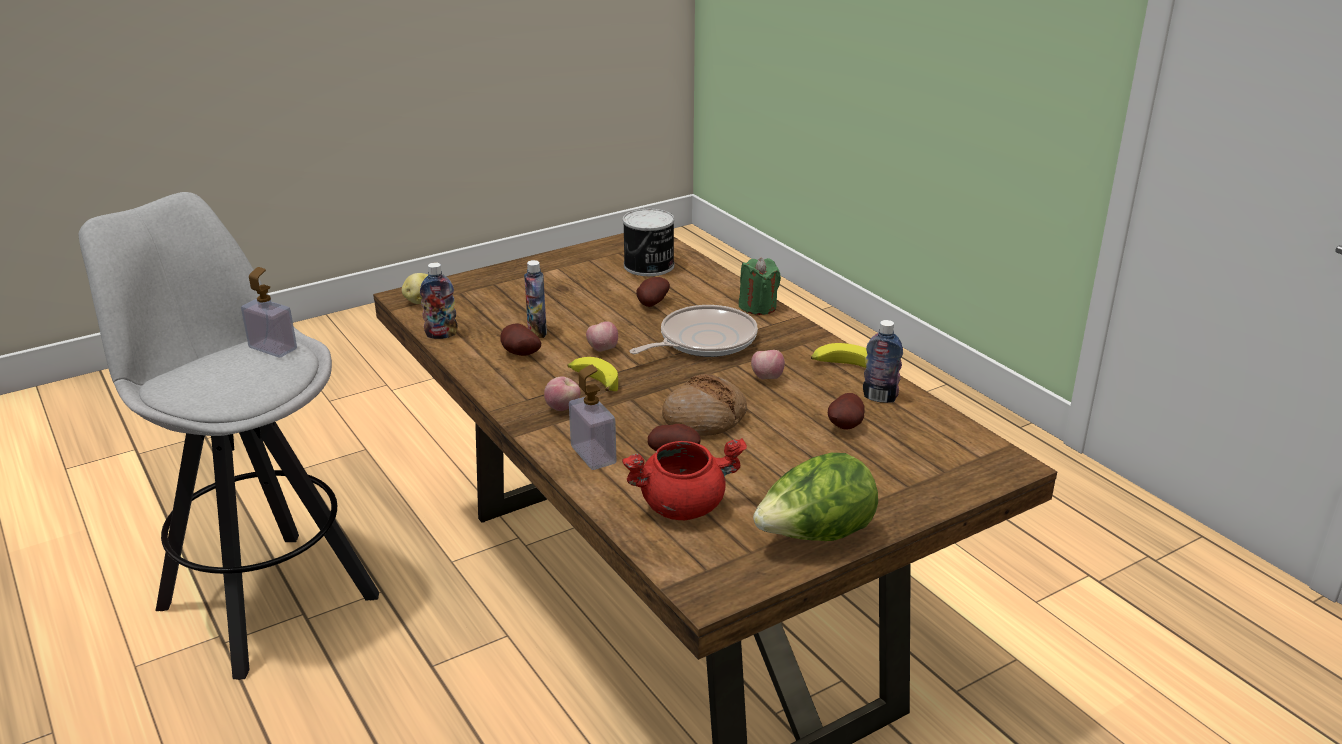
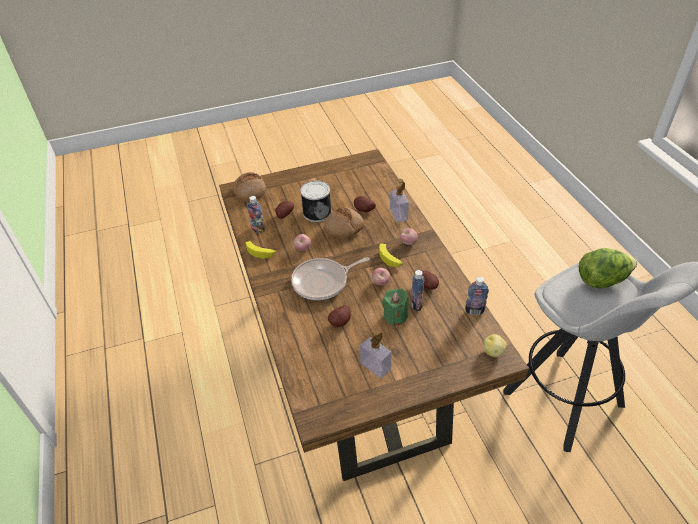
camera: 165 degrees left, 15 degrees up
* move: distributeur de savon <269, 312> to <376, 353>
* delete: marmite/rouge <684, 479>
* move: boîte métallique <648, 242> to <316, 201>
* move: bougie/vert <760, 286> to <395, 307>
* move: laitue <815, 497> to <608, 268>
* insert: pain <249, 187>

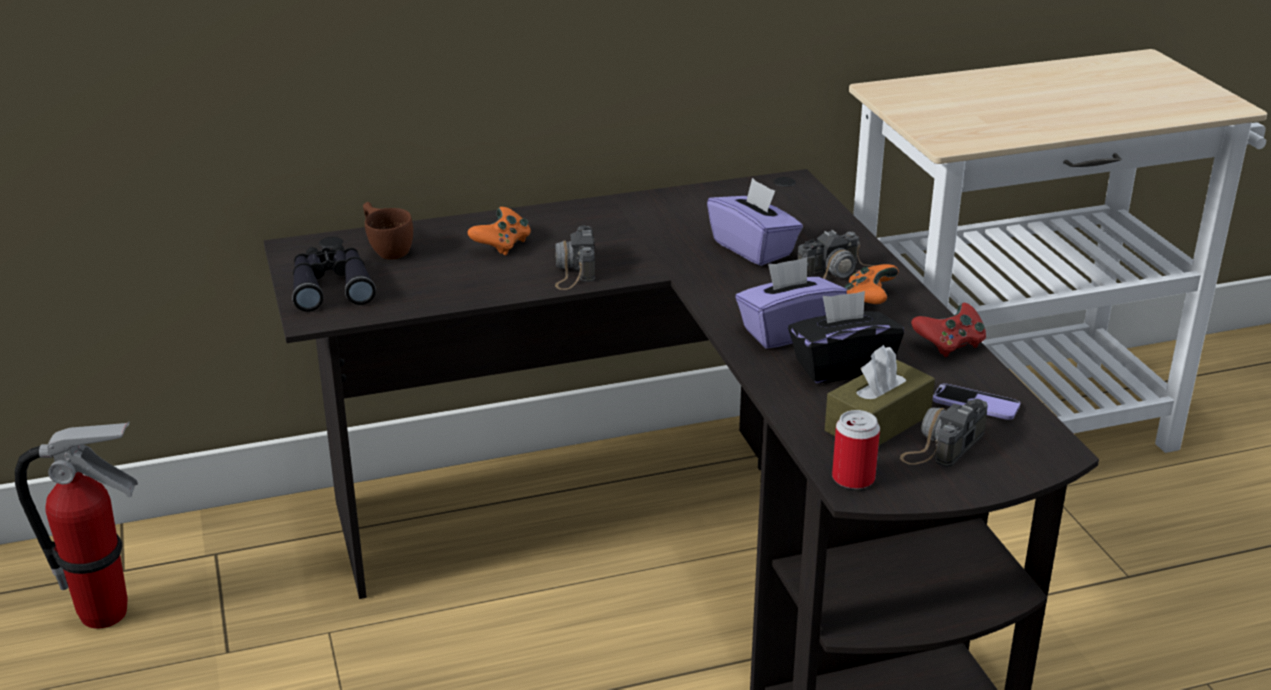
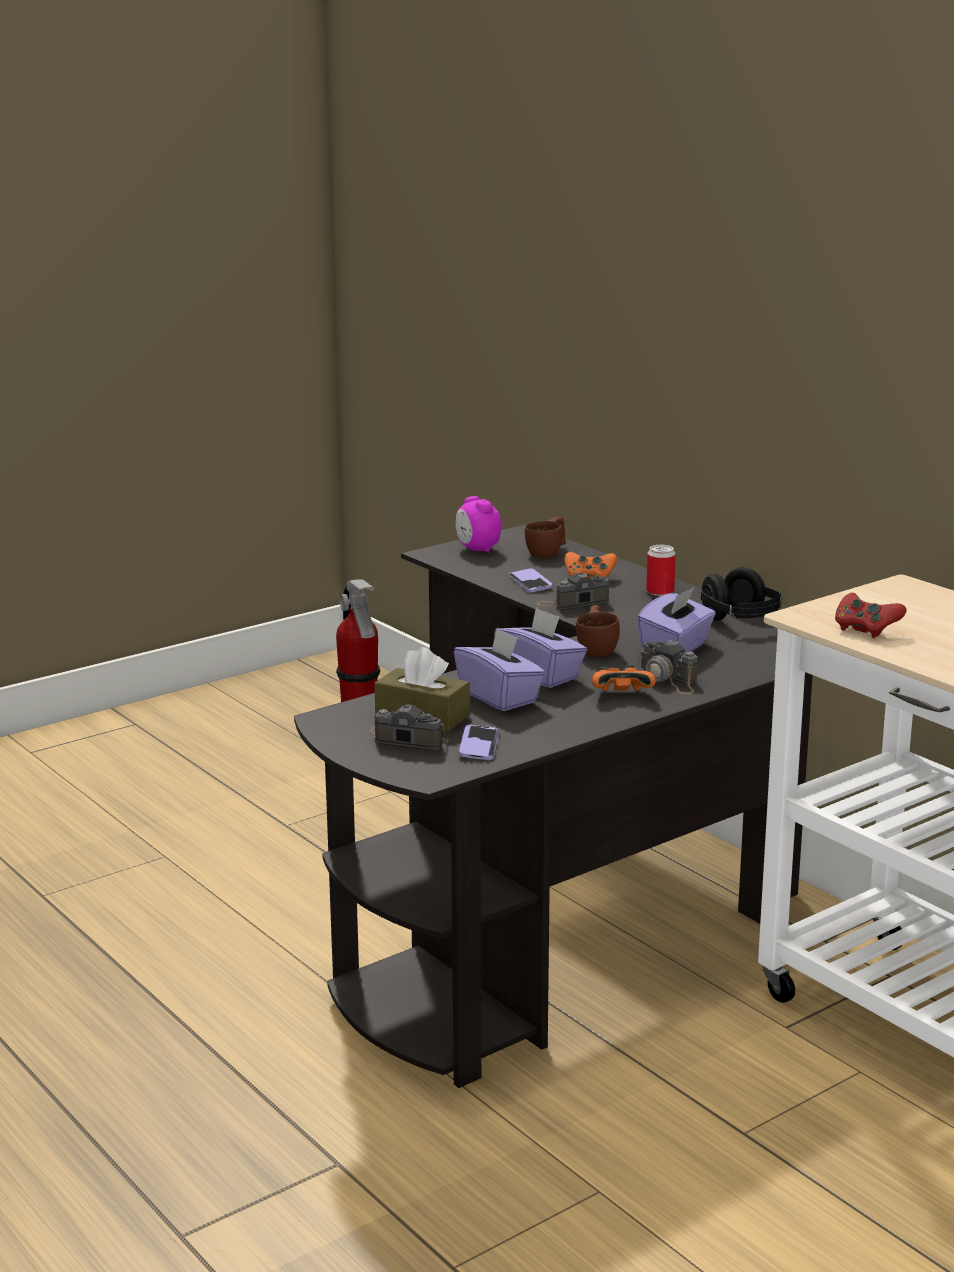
camera: 70 degrees right, 10 degrees down
* replace: jumelles/noir <334, 278> to réveil <478, 524>
* recolor: boîte à mouchoirs/noir <846, 337> to boîte à mouchoirs/violet <500, 669>
* move: boîte métallique <856, 449> to <661, 570>
* move: manette/rouge <948, 330> to <871, 615>
* insert: téléphone <530, 580>
* insert: tasse/marron <598, 631>
* insert: casque audio/noir <740, 594>

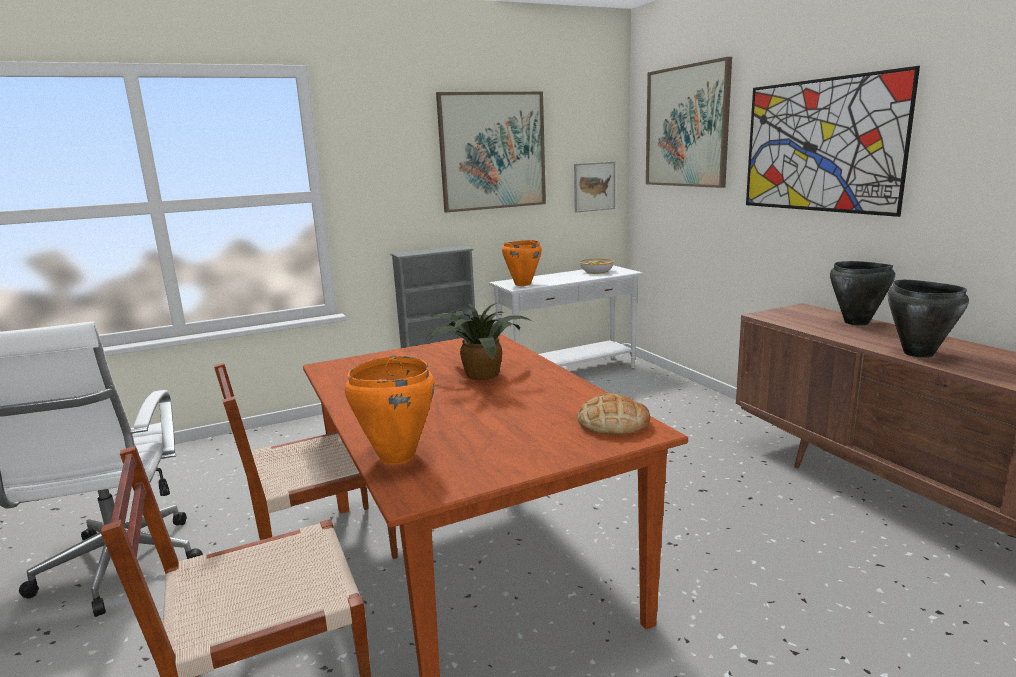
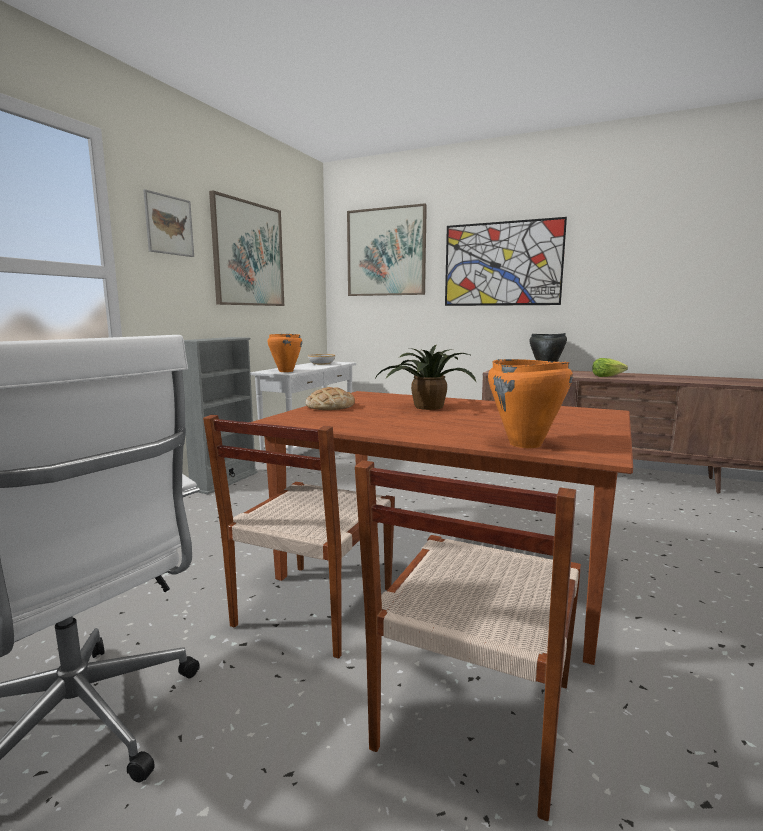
camera: 40 degrees left, 5 degrees down
* move: tableau <594, 187> to <168, 223>
* move: pain <614, 414> to <330, 398>
* replace: marmite/noir <928, 319> to laitue <610, 367>

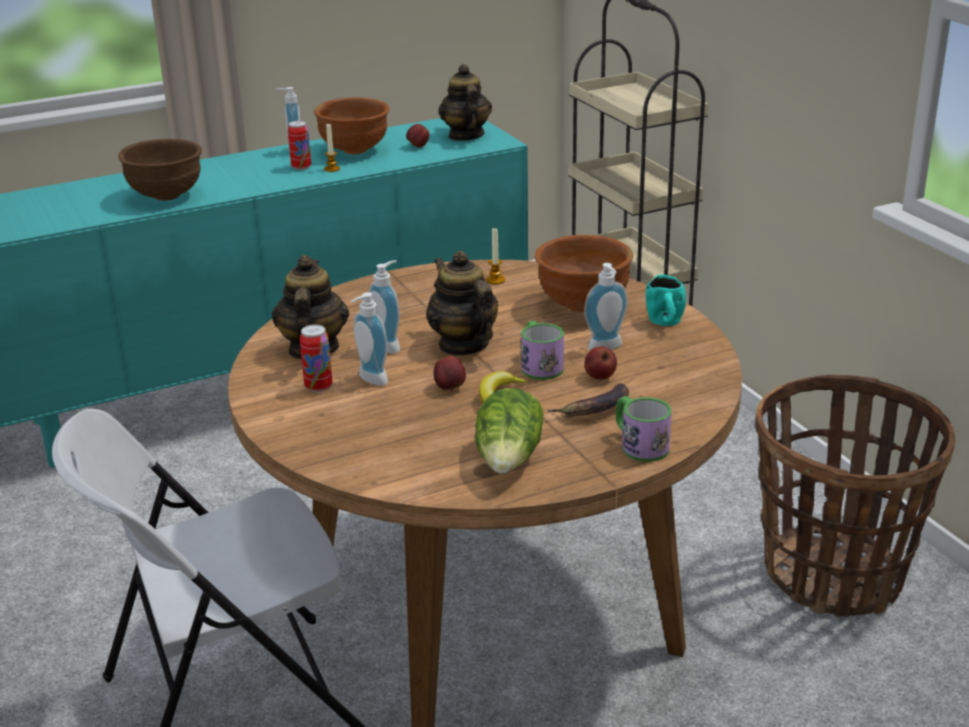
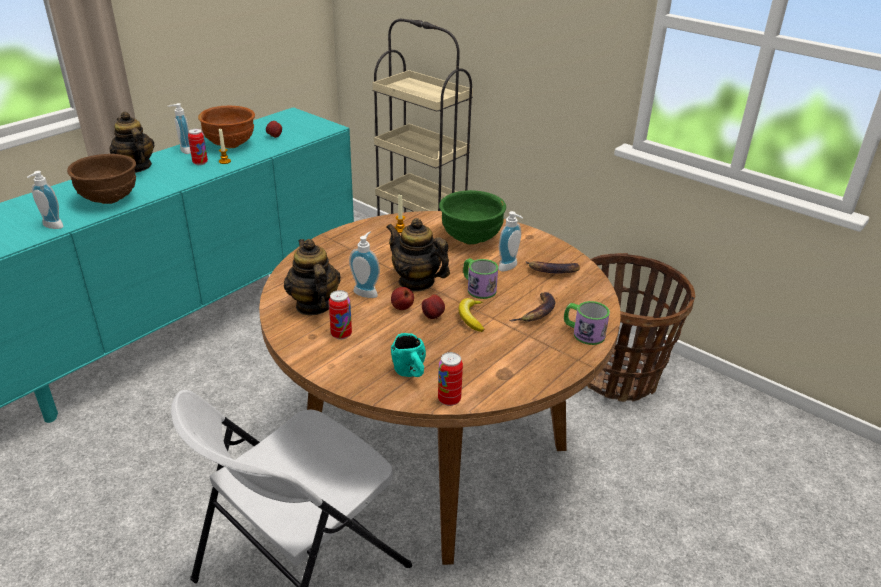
camera: 25 degrees left, 5 degrees up
* move: distributeur de savon <369, 339> to <45, 200>
* move: théière <465, 102> to <132, 142>
* delete: laitue <509, 431>
* recolor: bol/marron <584, 273> to bol/vert <472, 217>
* move: pomme <600, 363> to <402, 298>
* move: mug/turquoise <666, 300> to <408, 355>
* insert: boîte métallique <450, 379>
* insert: banane <553, 267>

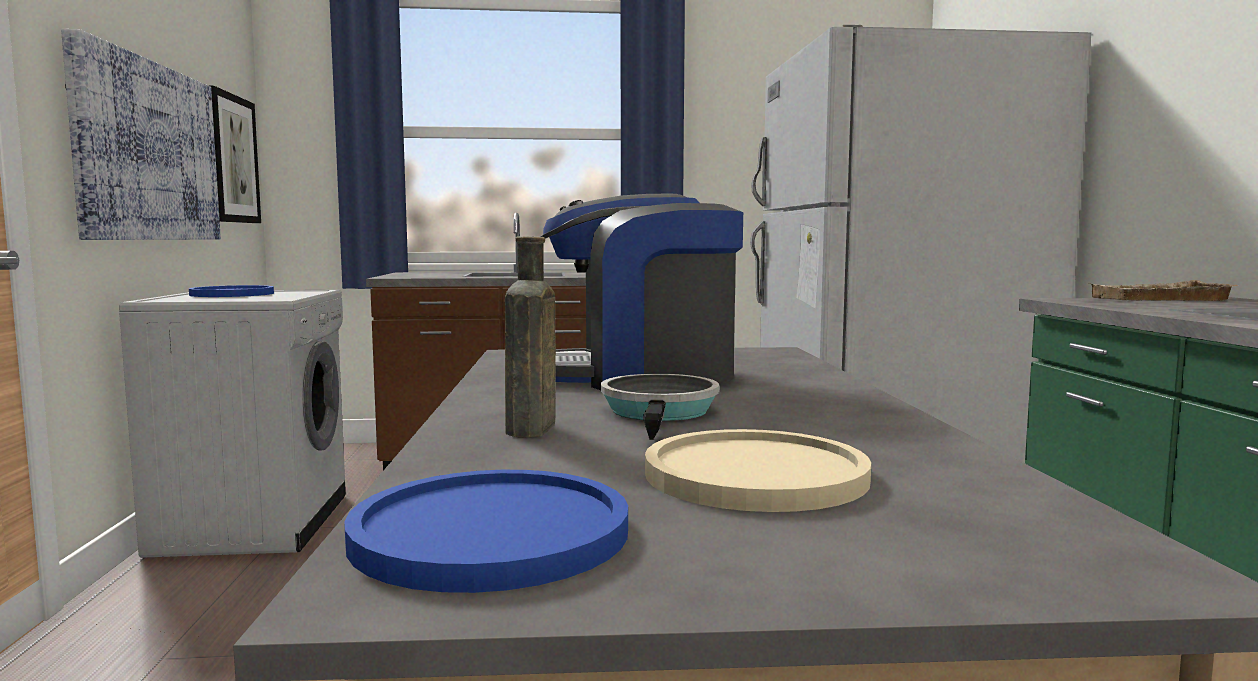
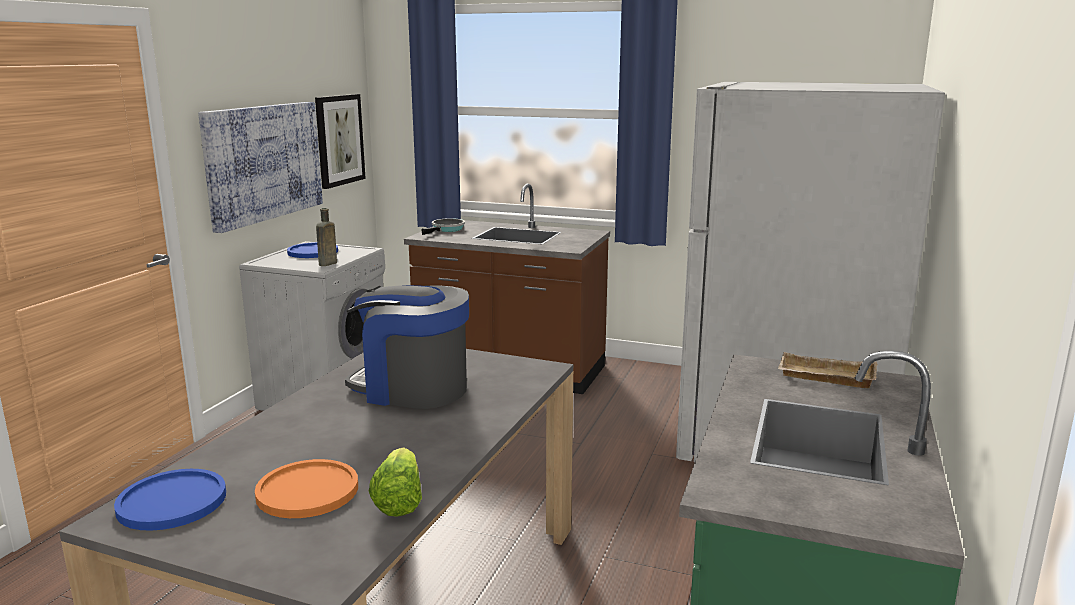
camera: 25 degrees right, 10 degrees up
* move: bouteille/marron <530, 337> to <326, 237>
* move: poêle <660, 407> to <443, 226>
* recolor: assiette/beige <758, 470> to assiette/orange <306, 488>
* insert: laitue <395, 482>

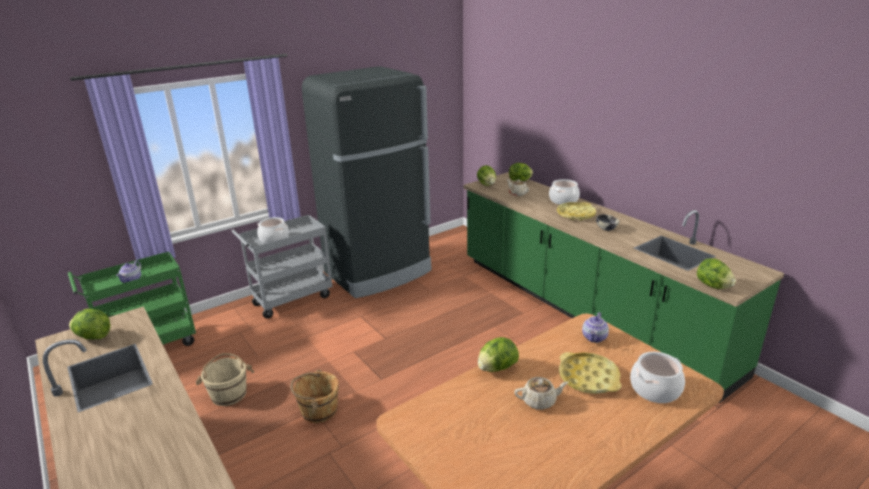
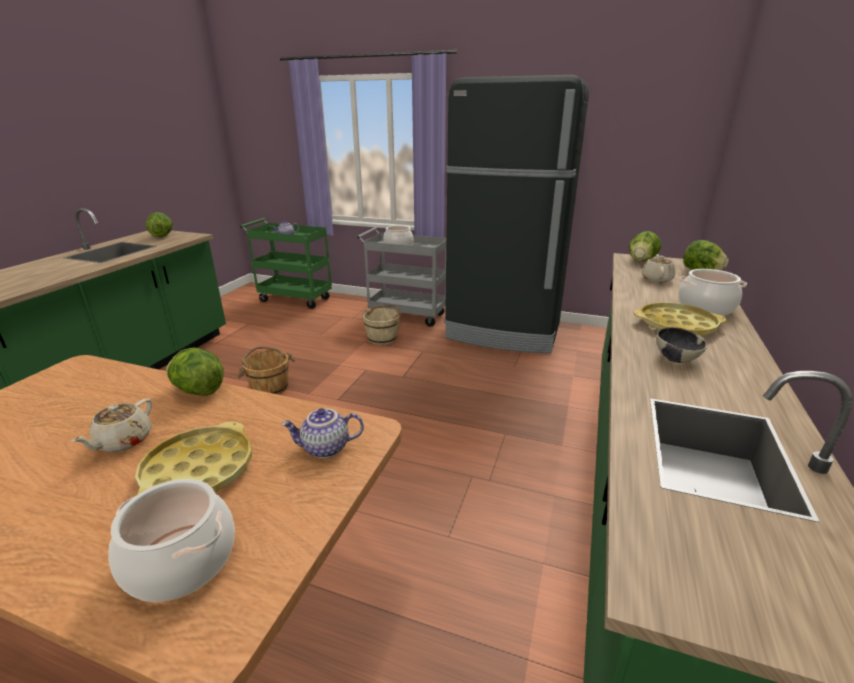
camera: 55 degrees right, 0 degrees up
* move: seau/beige <225, 379> to <381, 324>
* rotate: théière/beige <541, 393> = <111, 425> 60 degrees clockwise
* delete: laitue <716, 273>

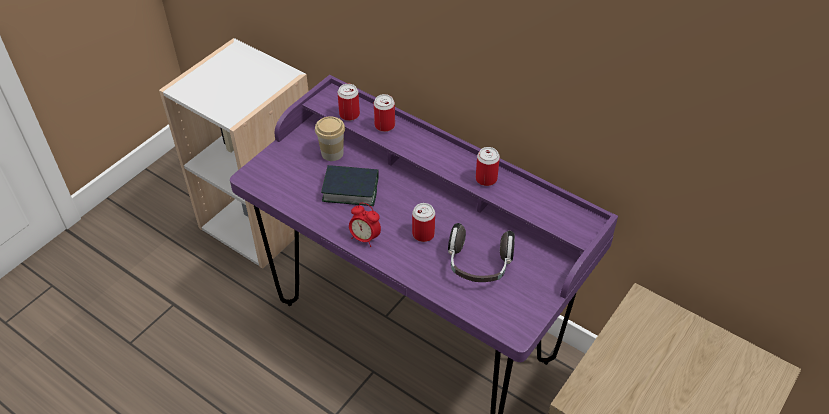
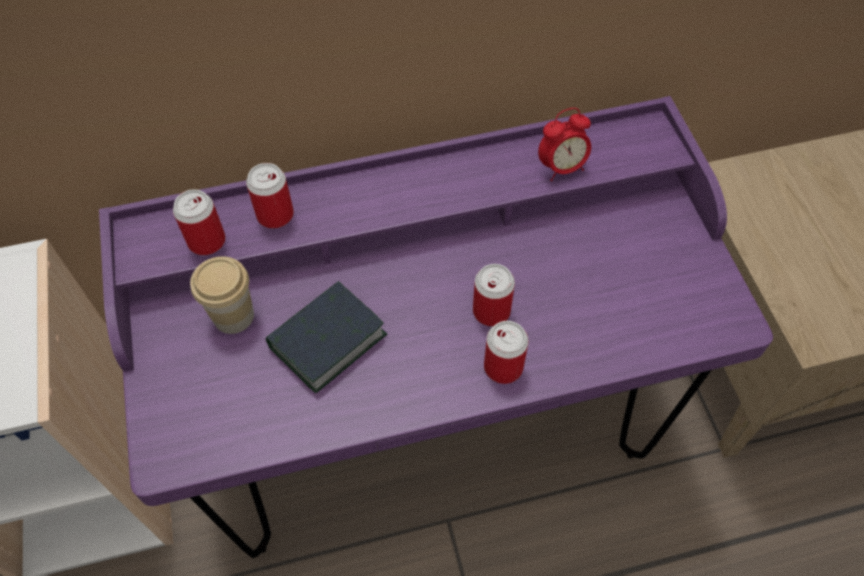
camera: 50 degrees left, 10 degrees up
* move: réveil <365, 225> to <564, 144>
* delete: casque audio <481, 252>
* move: boîte métallique <488, 166> to <506, 352>

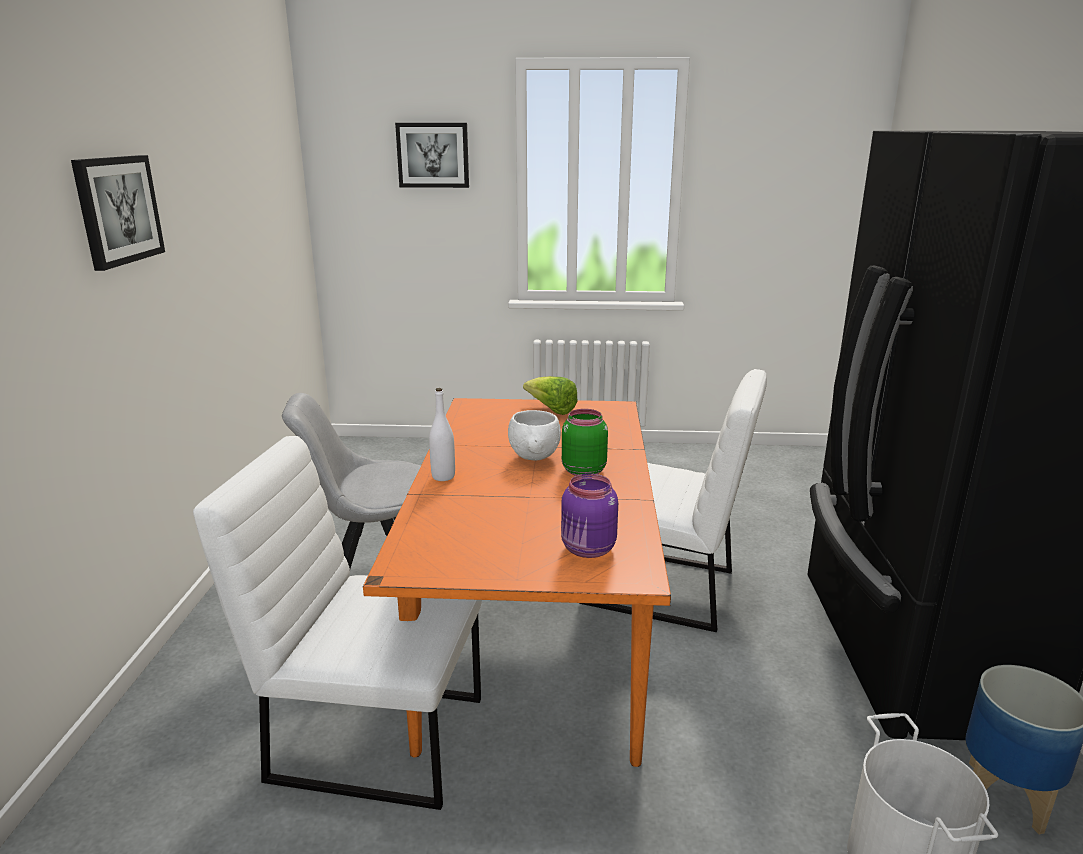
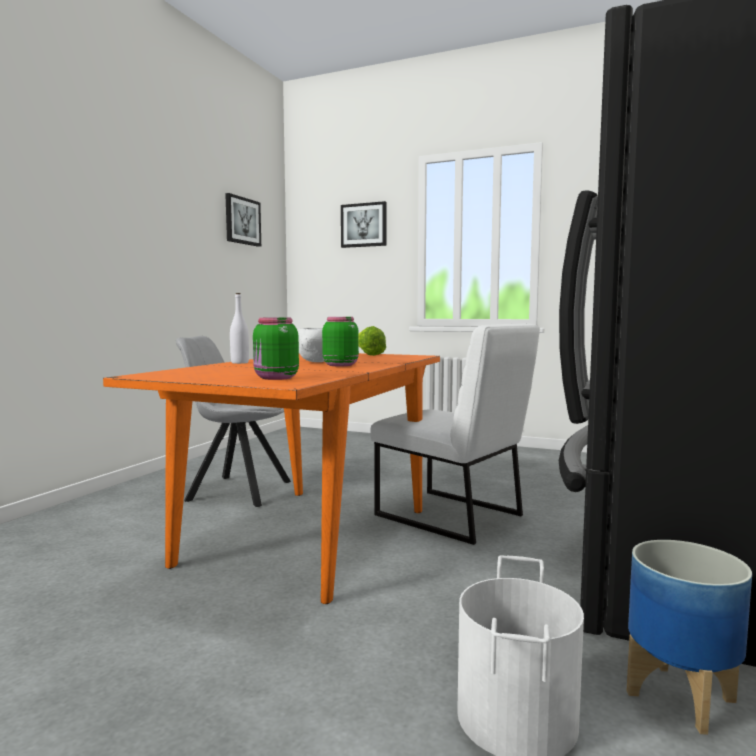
camera: 20 degrees right, 15 degrees down
* move: tableau <118, 213> to <243, 220>
* delete: chaise/blanc <337, 623>
* recolor: bocal/violet <589, 515> to bocal/vert <276, 349>

